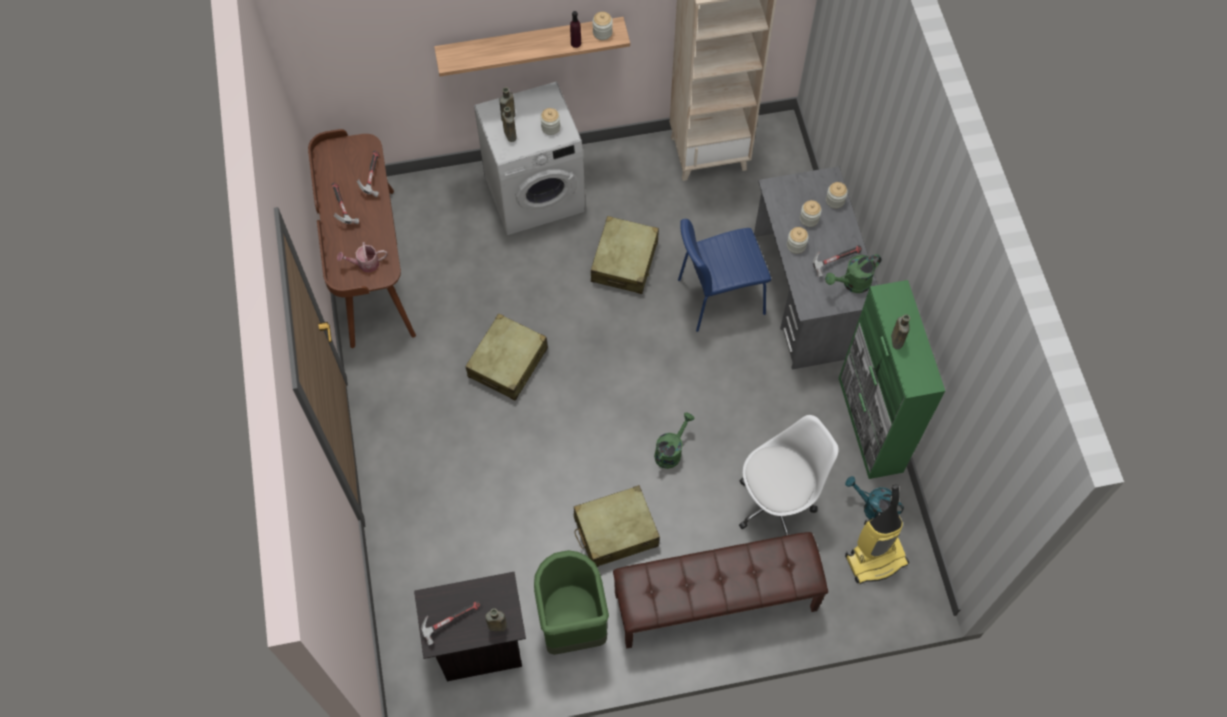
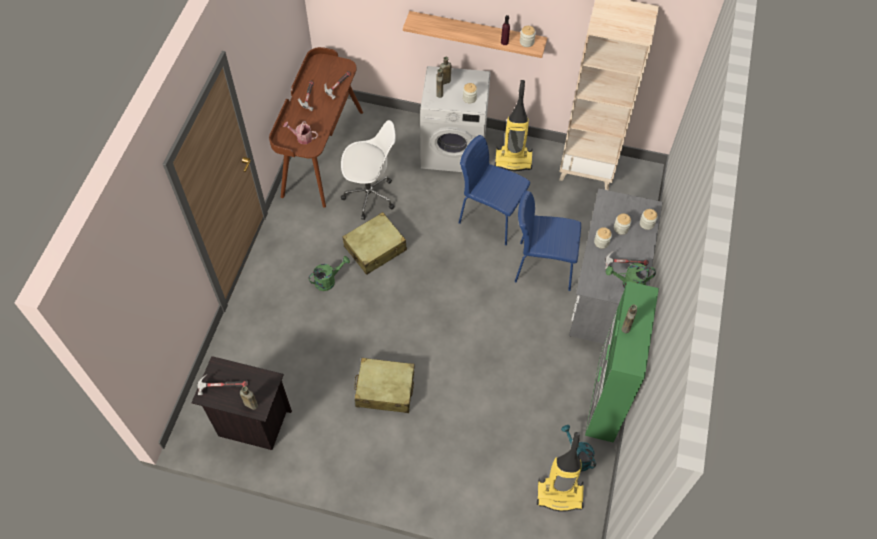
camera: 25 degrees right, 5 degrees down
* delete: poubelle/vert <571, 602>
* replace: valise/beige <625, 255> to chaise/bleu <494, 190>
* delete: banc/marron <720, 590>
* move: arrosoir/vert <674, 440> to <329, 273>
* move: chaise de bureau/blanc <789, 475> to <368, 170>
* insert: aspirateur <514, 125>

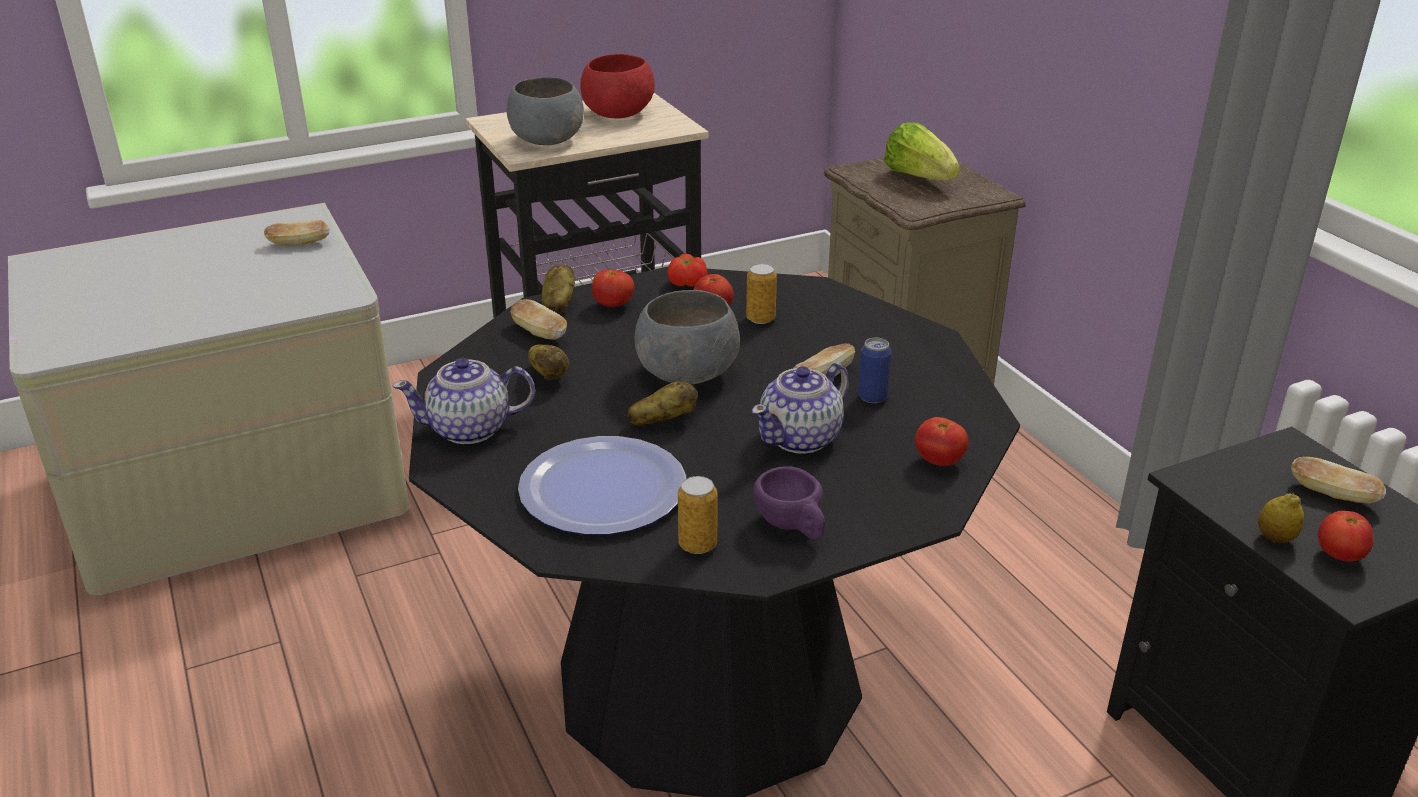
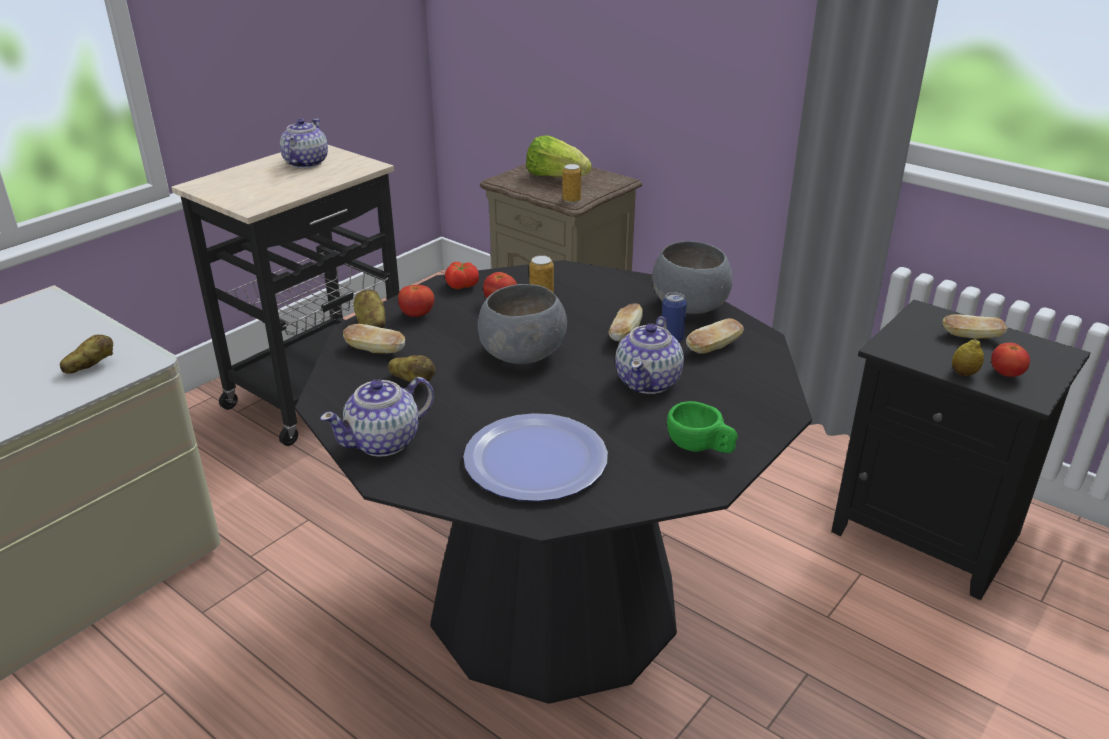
camera: 25 degrees left, 0 degrees up
* move: pain <297, 232> to <715, 336>
* move: bol/gris <545, 111> to <692, 277>
* replace: bol/rouge <617, 86> to théière <304, 143>
* move: pomme de terre <662, 403> to <86, 354>
* move: boîte métallique <698, 515> to <571, 183>
* recolor: tasse/violet <789, 503> to tasse/vert <702, 427>
* delete: tomate <942, 441>

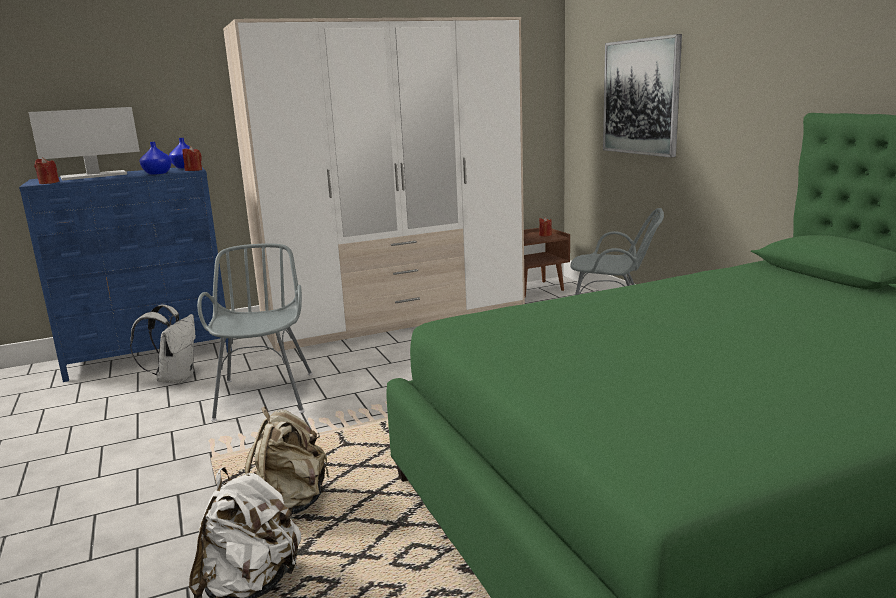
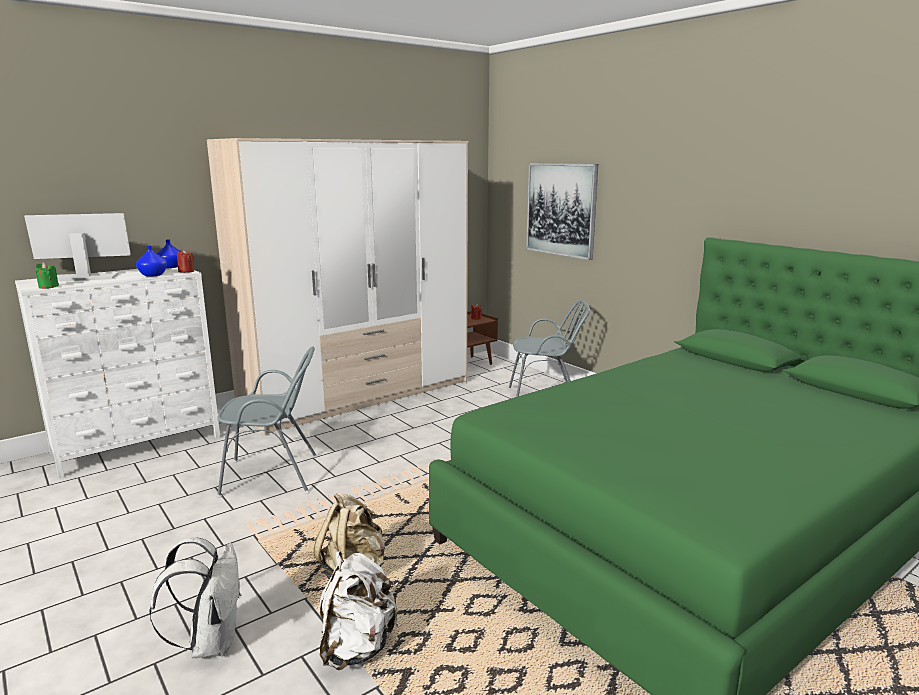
camera: 15 degrees left, 0 degrees up
* recolor: commode/bleu <125, 274> to commode/blanc <117, 372>
* rotate: écran d'ordinateur <84, 144> = <77, 247> 150 degrees counterclockwise
* recolor: bougie/rouge <47, 170> to bougie/vert <47, 275>
* move: sac à dos/blanc <163, 344> to <195, 597>
* rotate: chaise/gris <255, 332> = <267, 422> 105 degrees clockwise

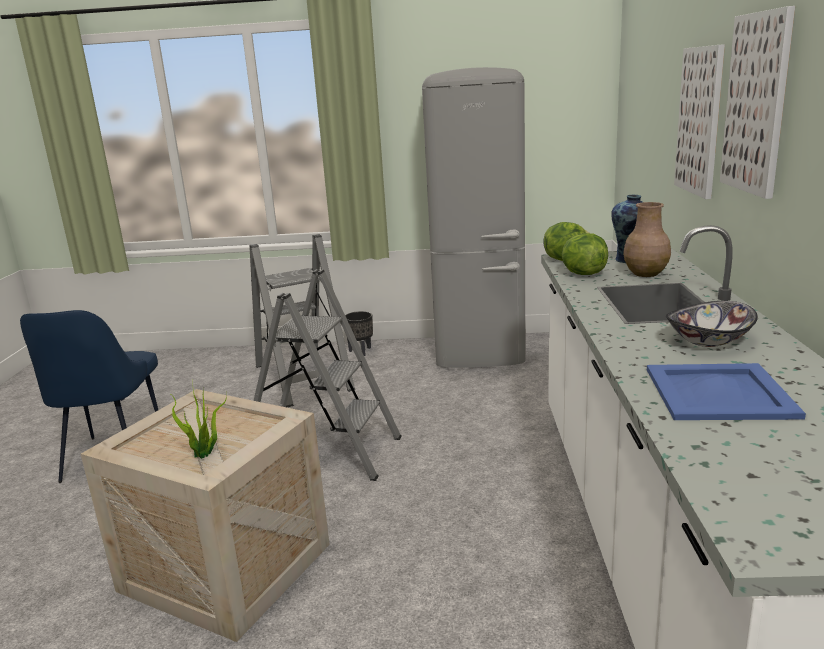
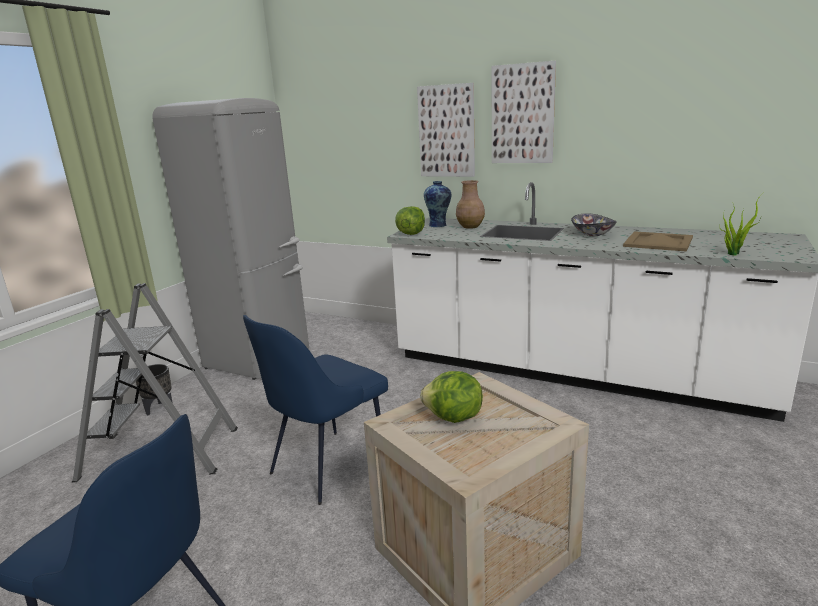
camera: 65 degrees left, 0 degrees up
* move: plante en pot <199, 419> to <743, 223>
* replace: escabeau/gris <328, 375> to chaise/bleu <315, 410>
* move: laitue <585, 254> to <451, 397>
* recolor: plateau/bleu <726, 391> to plateau/beige <658, 241>

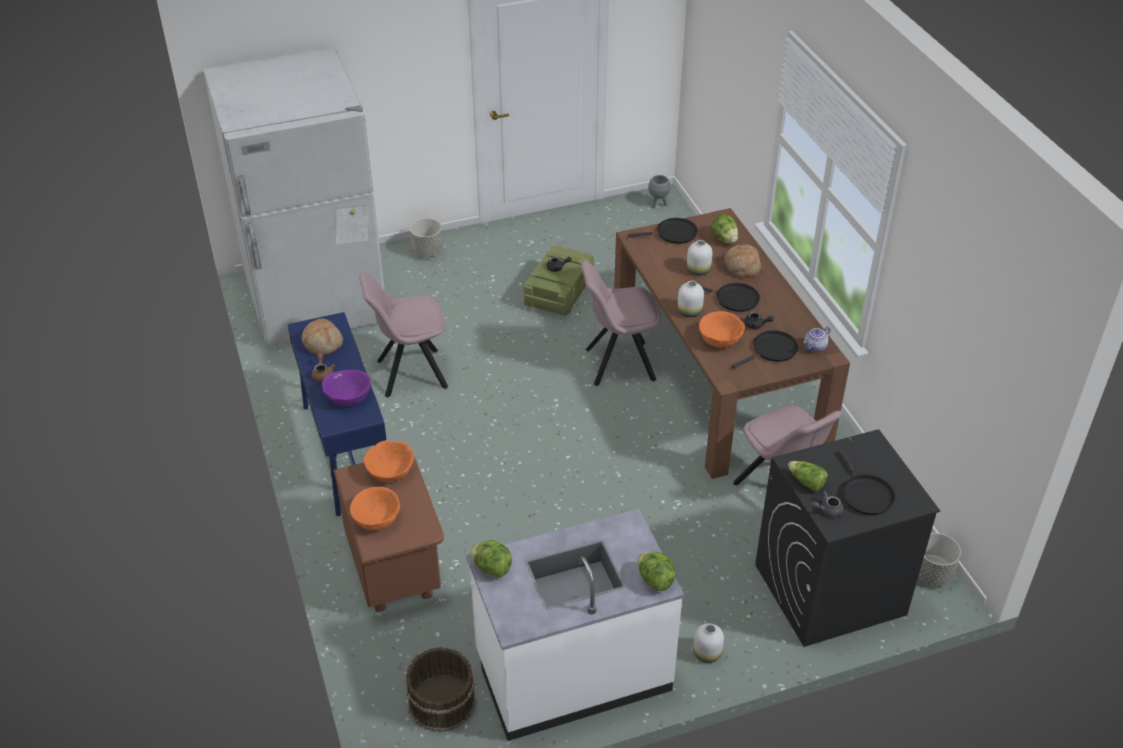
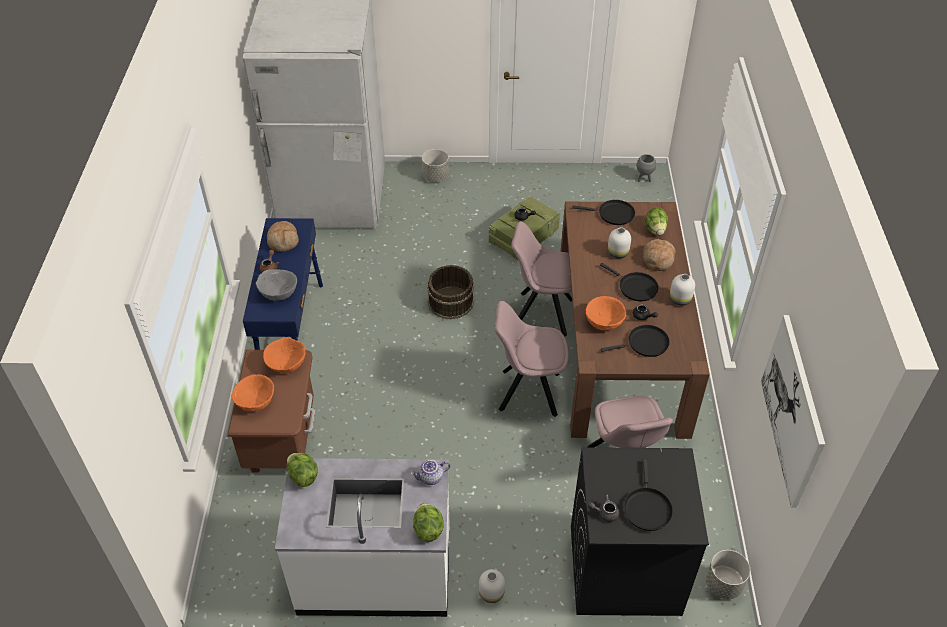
camera: 20 degrees right, 5 degrees up
* recolor: bol/violet <346, 388> to bol/gris <276, 285>
* move: chaise/rose <403, 335> to <532, 359>
* move: seau/marron <441, 689> to <450, 292>
* move: vase/blanc <691, 299> to <682, 290>
* delete: laitue <808, 476>
* move: théière <817, 339> to <430, 472>
* insert: tableau <793, 411>

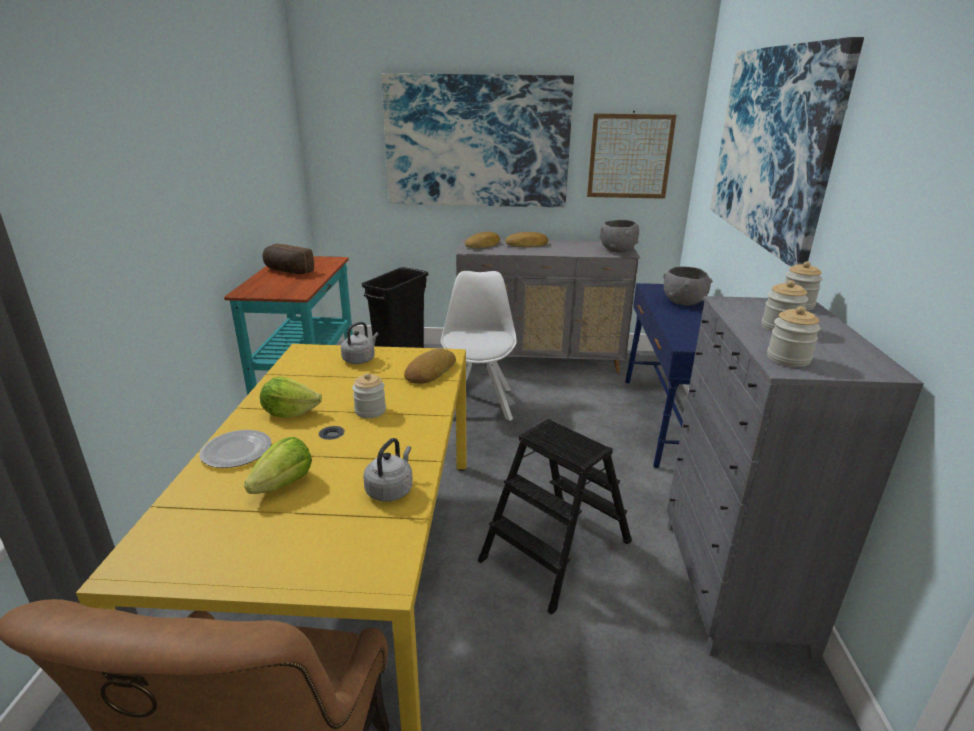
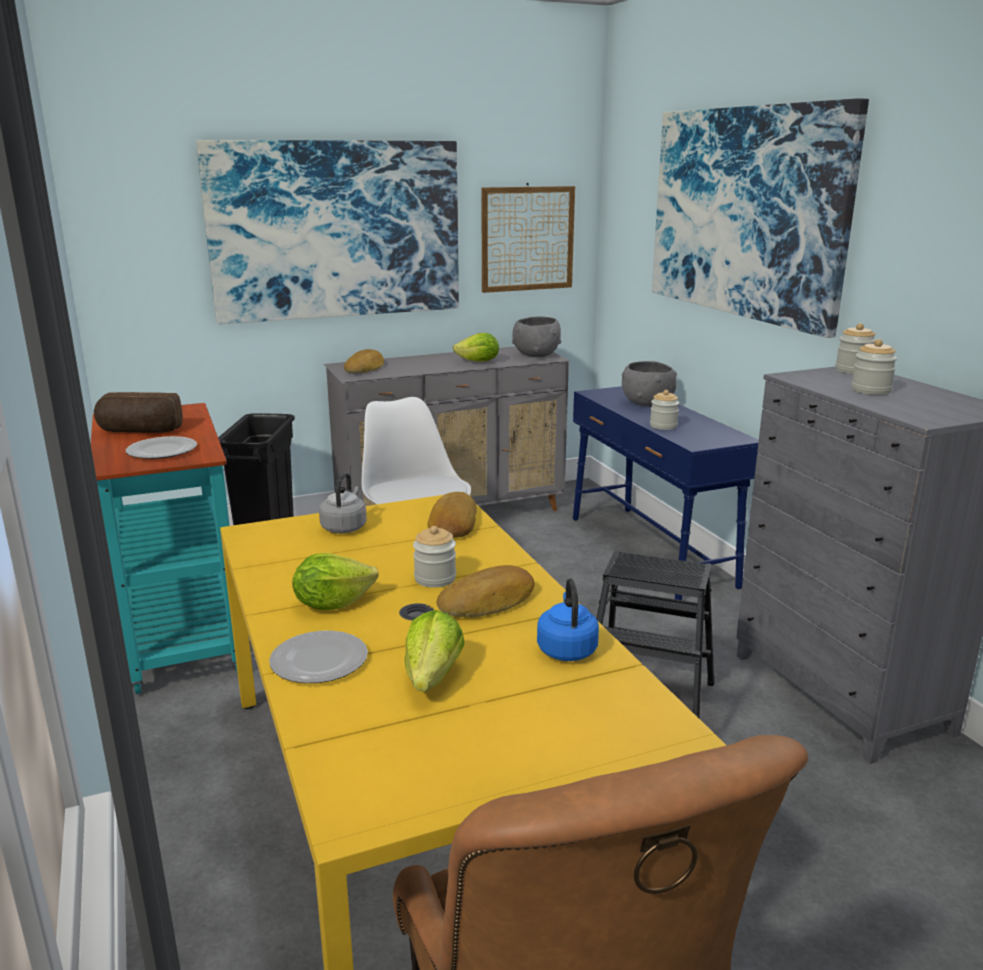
camera: 25 degrees left, 5 degrees down
* recolor: bouilloire/gris <388, 470> to bouilloire/bleu <568, 619>
* move: pain <526, 239> to <485, 591>
* move: bocal <794, 336> to <664, 410>
* insert: assiette <161, 447>
* insert: laitue <476, 347>

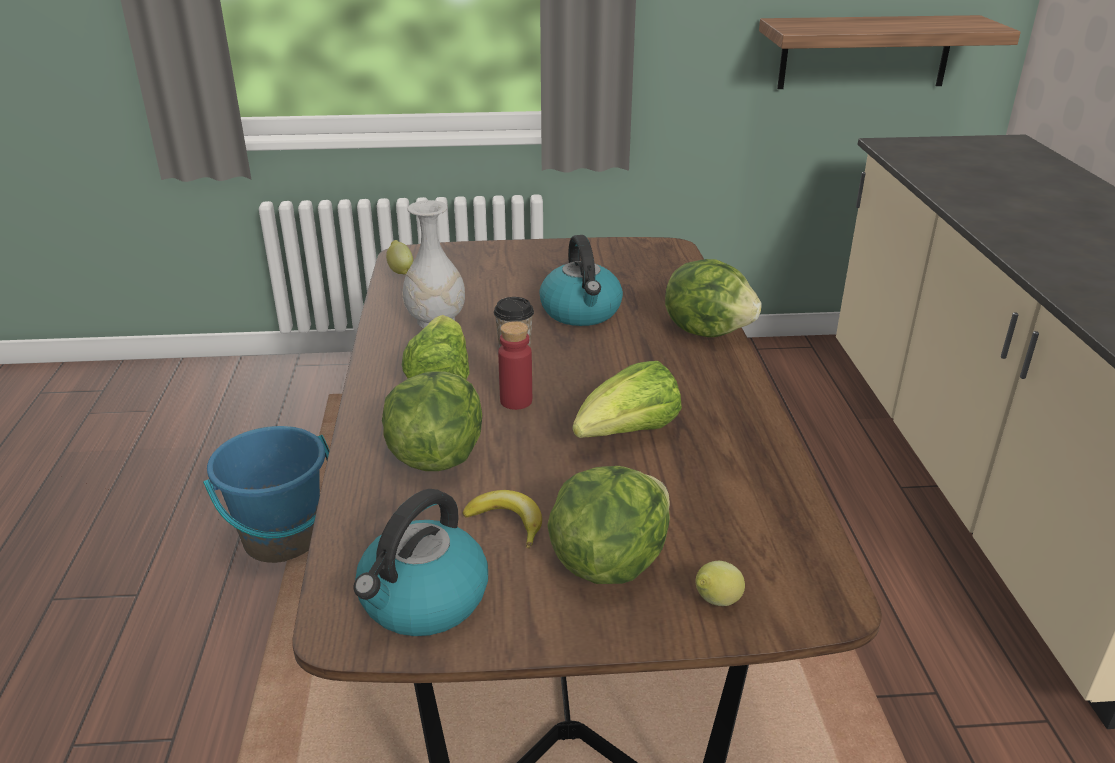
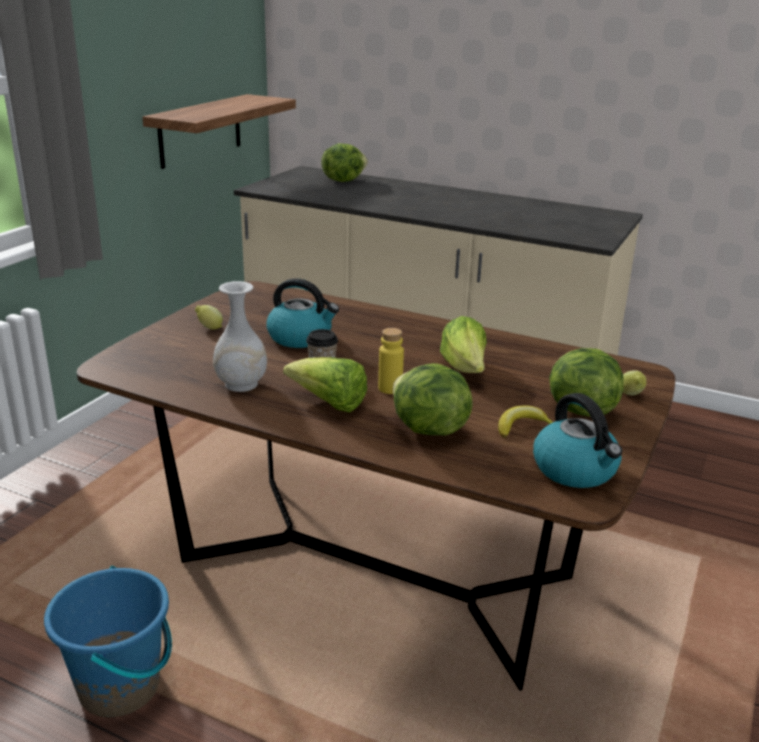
camera: 60 degrees left, 5 degrees down
* move: citron <399, 257> to <209, 317>
* recolor: bouteille/rouge <515, 365> to bouteille/jaune <391, 361>
* move: laitue <713, 298> to <344, 162>

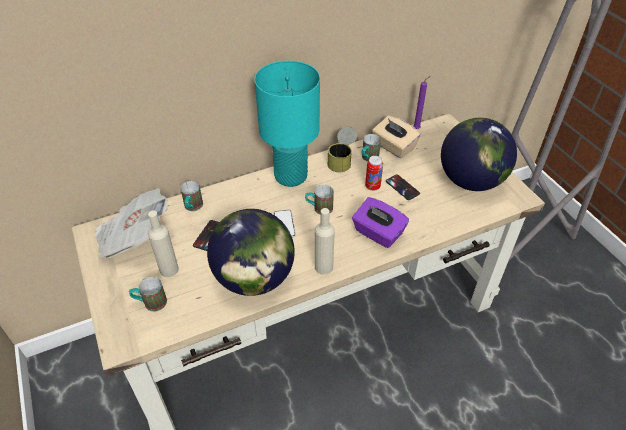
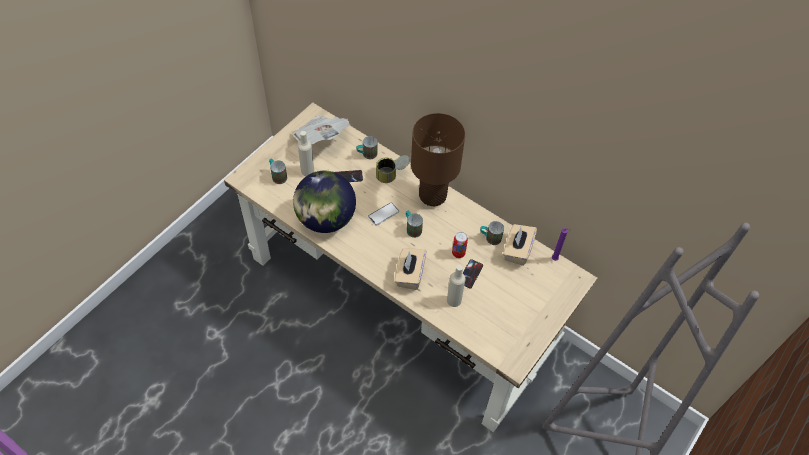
camera: 60 degrees right, 10 degrees up
* recolor: lampe de table/turquoise <287, 124> to lampe de table/marron <438, 160>
* move: bouteille/beige <325, 241> to <456, 286>
* move: boîte métallique <342, 149> to <393, 169>
* recolor: boîte à mouchoirs/violet <380, 222> to boîte à mouchoirs/beige <410, 269>
* delete: globe <479, 154>

